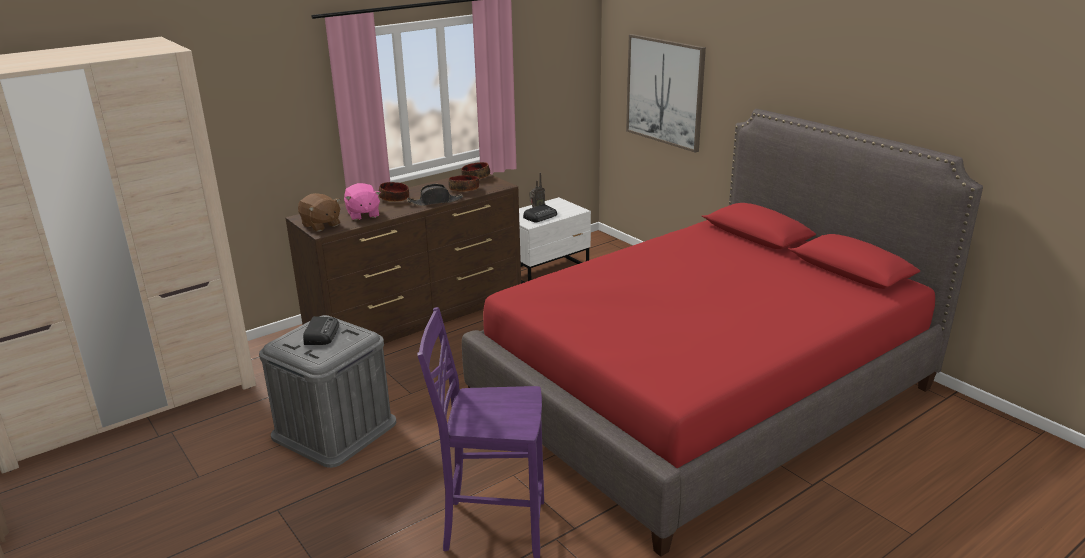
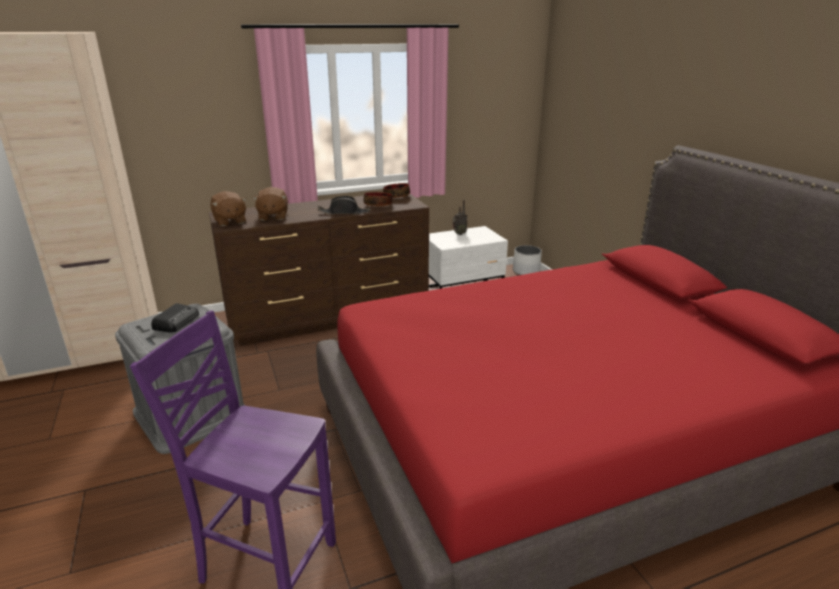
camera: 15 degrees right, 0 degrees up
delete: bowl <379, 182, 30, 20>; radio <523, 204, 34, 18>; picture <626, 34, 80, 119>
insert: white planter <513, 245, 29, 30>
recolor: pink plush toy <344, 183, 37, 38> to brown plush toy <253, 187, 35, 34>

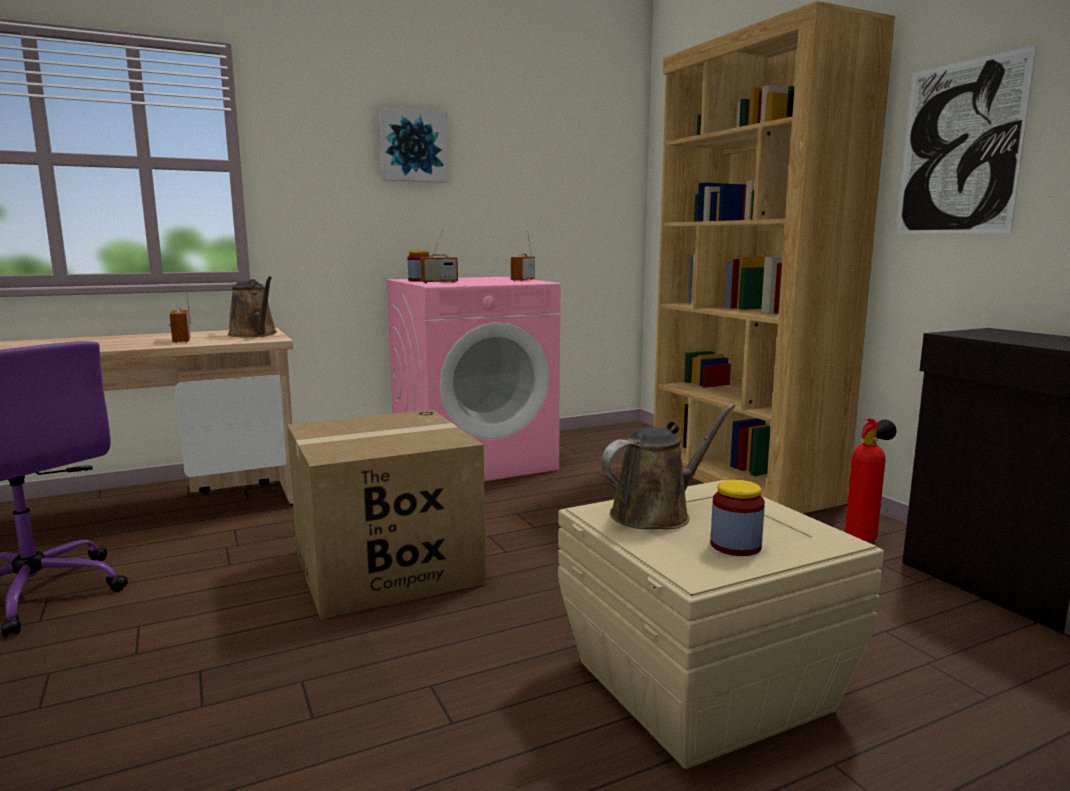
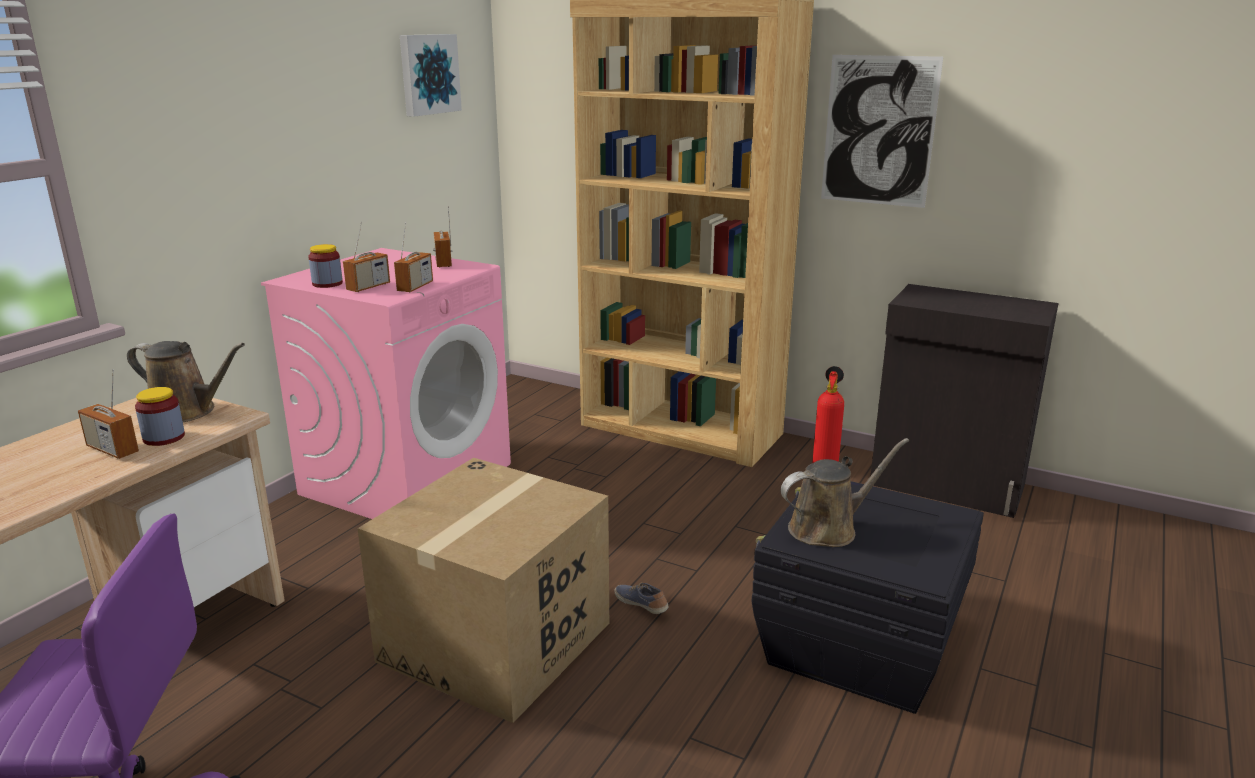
camera: 35 degrees left, 10 degrees up
insert: radio <394, 222, 39, 70>; shoe <614, 582, 55, 32>
move: picture <378, 107, 70, 76> to <400, 34, 62, 83>; jar <711, 480, 54, 76> to <135, 387, 50, 59>
recolor: beige storage box <558, 480, 326, 289> to black storage box <752, 481, 232, 233>
rotate: brown watering can <601, 404, 134, 125> = <781, 438, 128, 109> 45 degrees clockwise

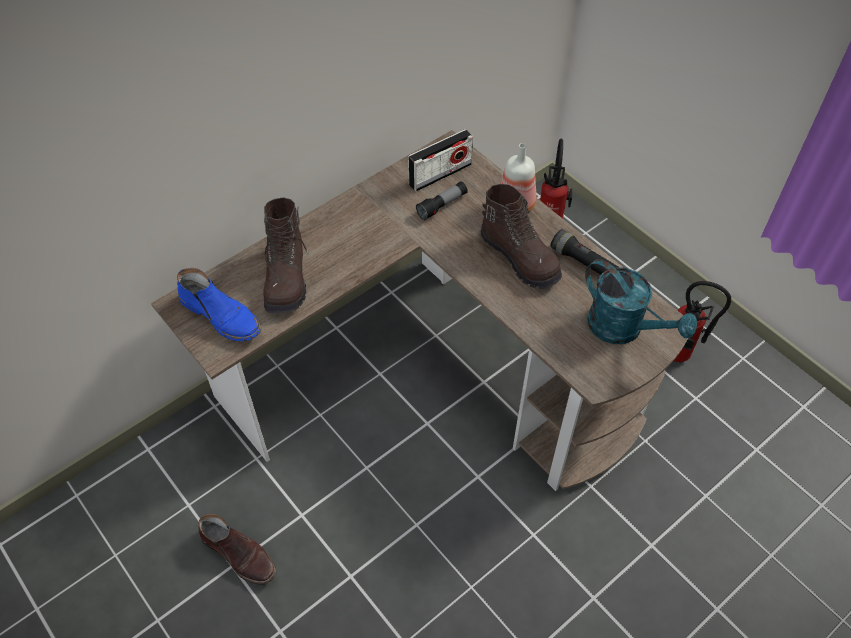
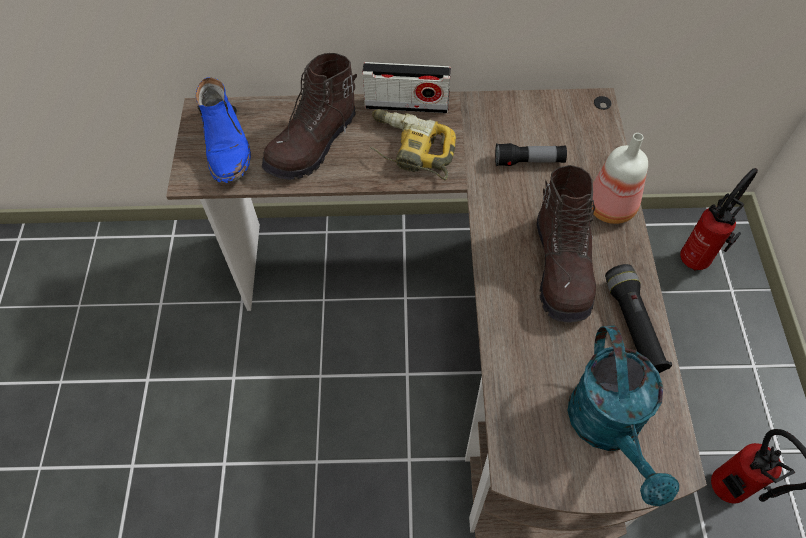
camera: 40 degrees right, 5 degrees up
delete: brown boot <198, 514, 78, 71>
insert: power drill <370, 109, 86, 71>
move: radio <408, 129, 65, 63> to <362, 62, 89, 51>

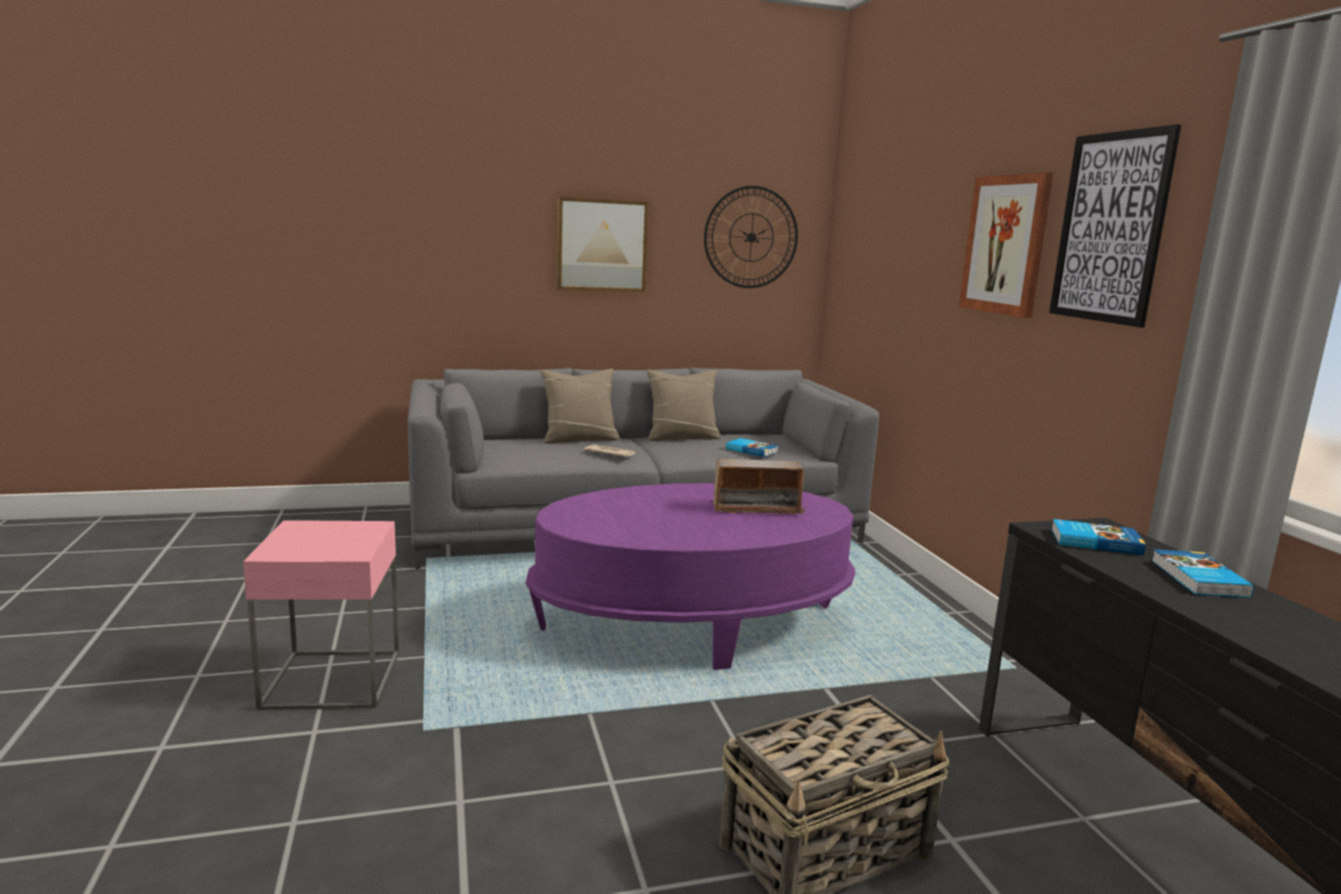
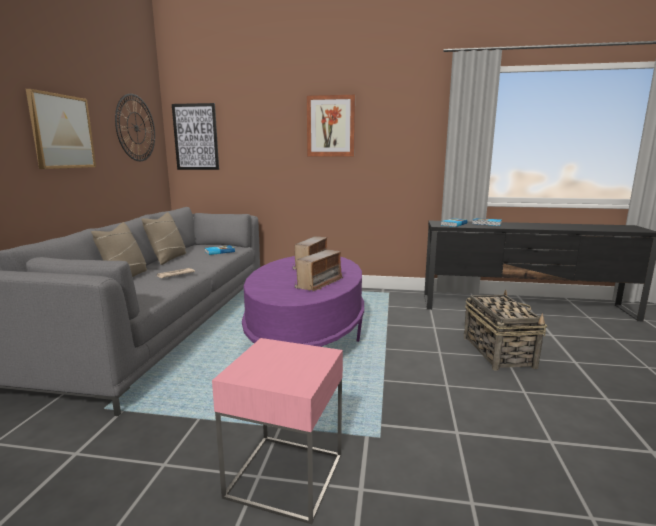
camera: 65 degrees left, 0 degrees up
insert: radio <295, 250, 48, 41>
move: picture <1049, 124, 132, 203> to <172, 103, 47, 67>

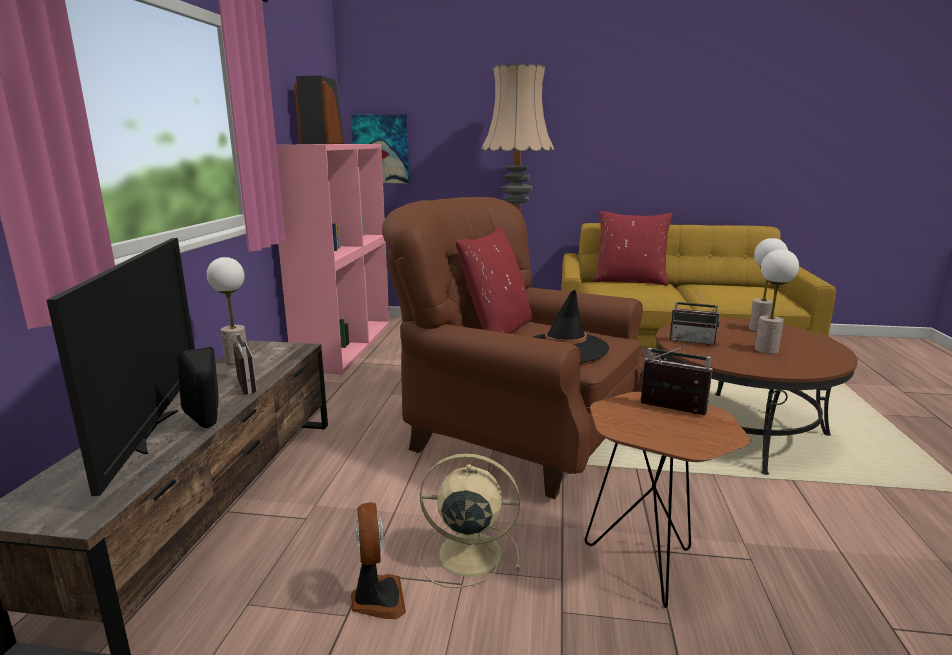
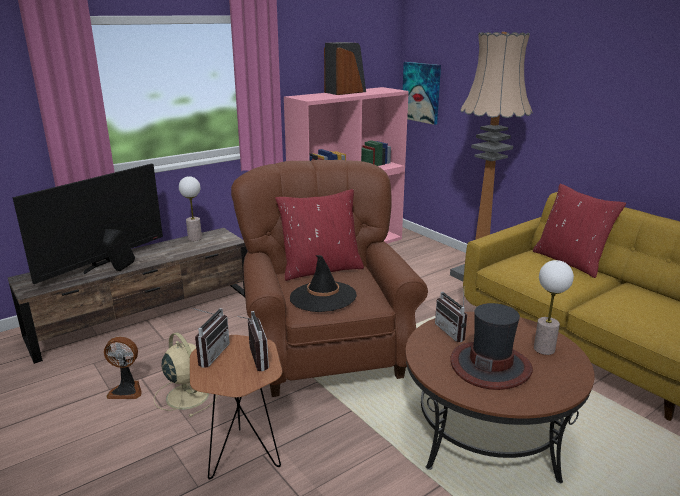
camera: 45 degrees right, 5 degrees up
move: radio <217, 333, 40, 62> to <192, 308, 38, 60>
replace: table lamp <755, 249, 44, 105> to hat <450, 303, 83, 87>
rotate: fan <351, 502, 55, 117> = <104, 337, 38, 62> 60 degrees clockwise

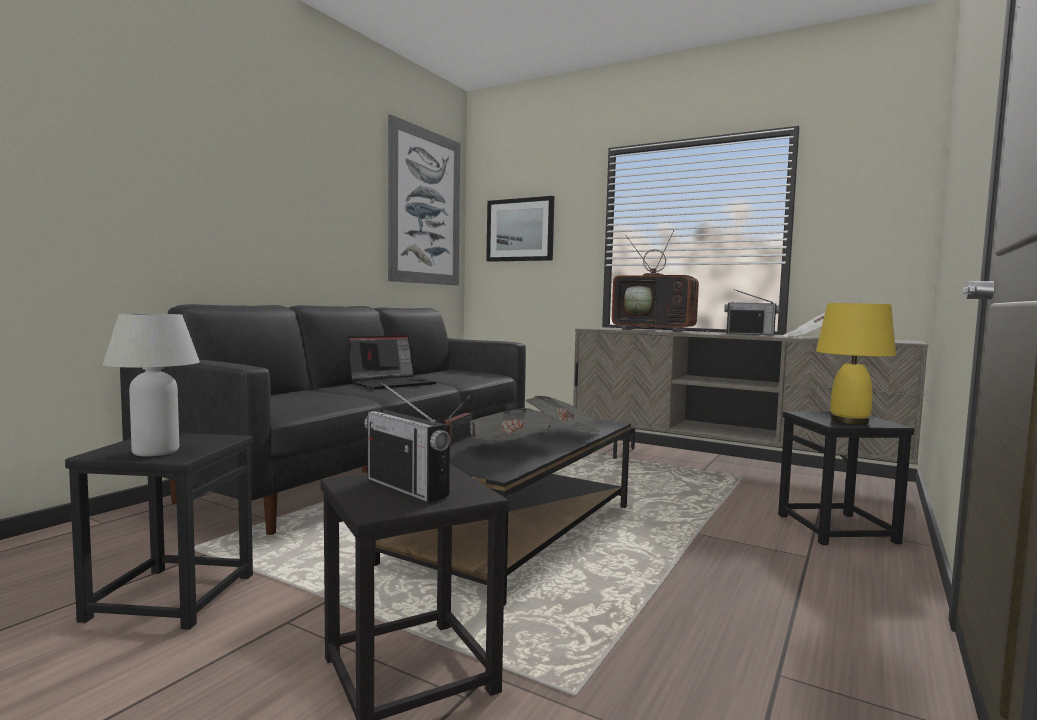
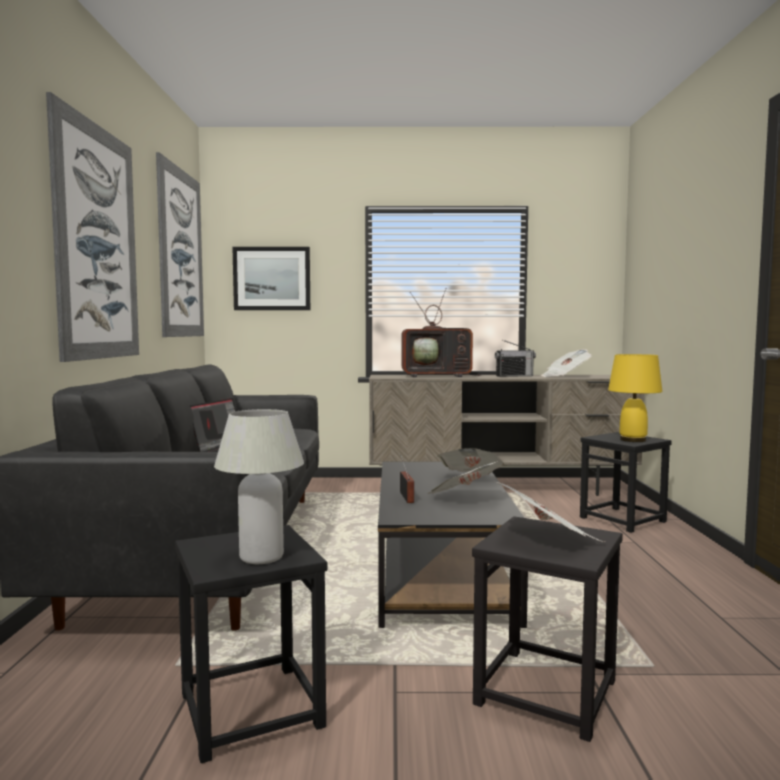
camera: 30 degrees left, 0 degrees up
insert: picture <46, 92, 93, 270>
replace: radio <364, 383, 86, 120> to newspaper <493, 481, 111, 61>

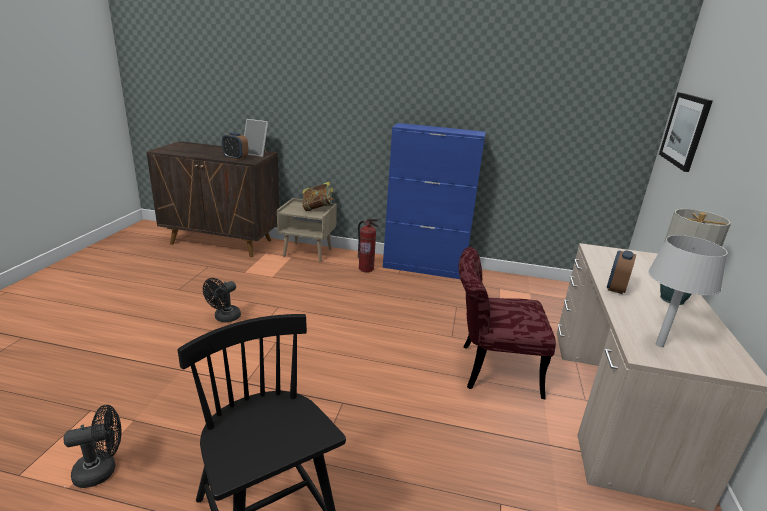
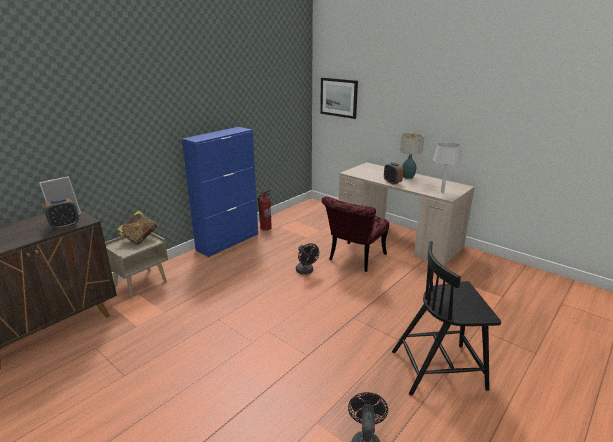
camera: 60 degrees left, 0 degrees up
move: black fan <203, 278, 38, 44> to <296, 243, 23, 31>; fire extinguisher <358, 219, 21, 53> to <258, 189, 14, 42>

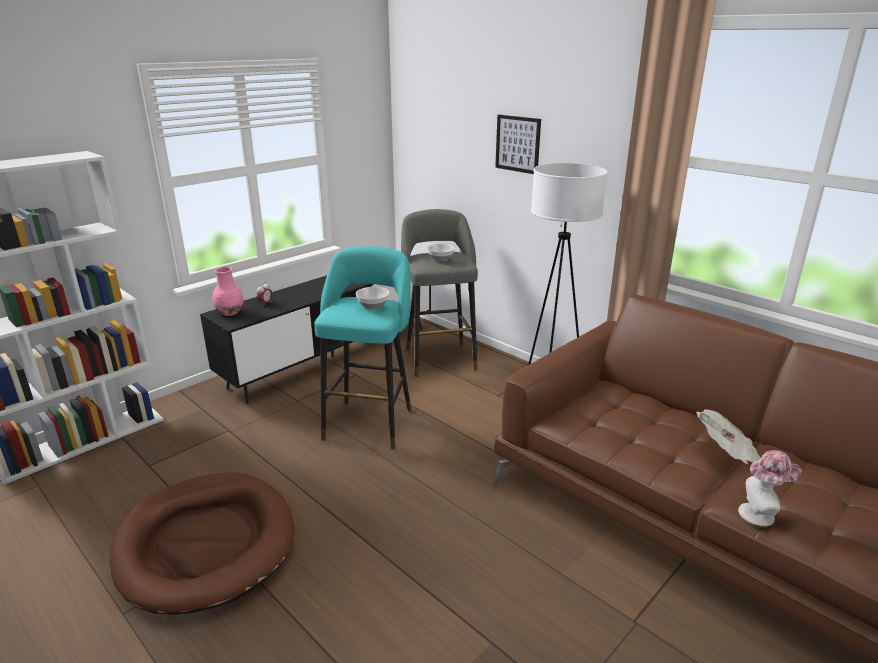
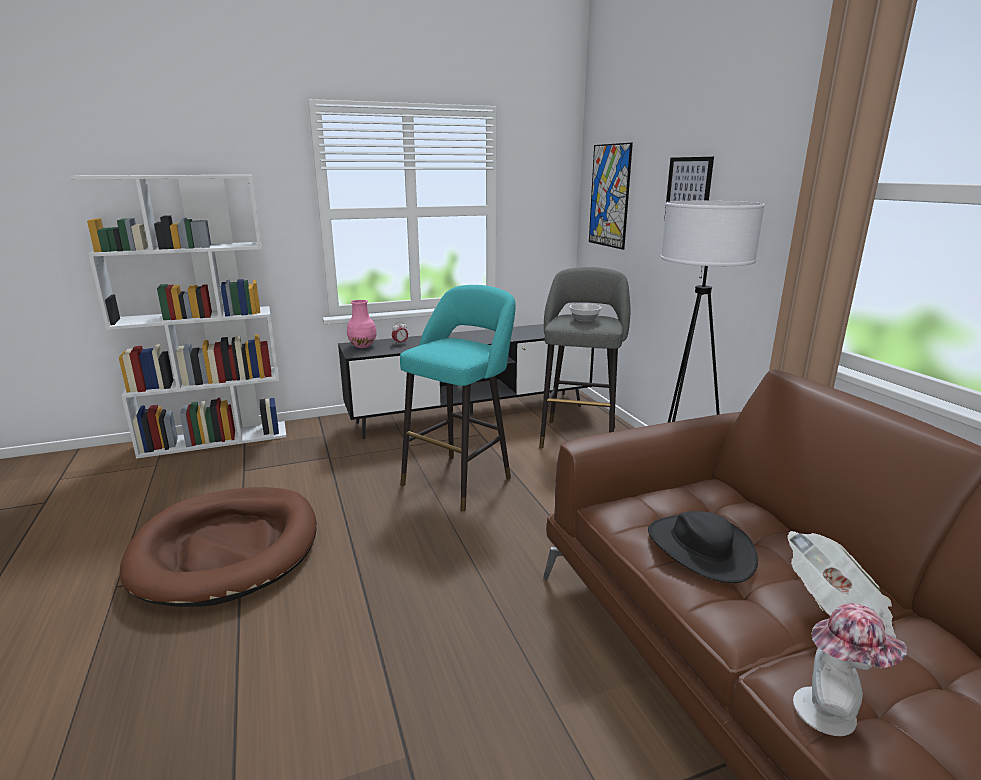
camera: 25 degrees right, 5 degrees down
delete: bowl <355, 287, 34, 22>
insert: picture <589, 143, 44, 107>; black hat <648, 511, 110, 72>

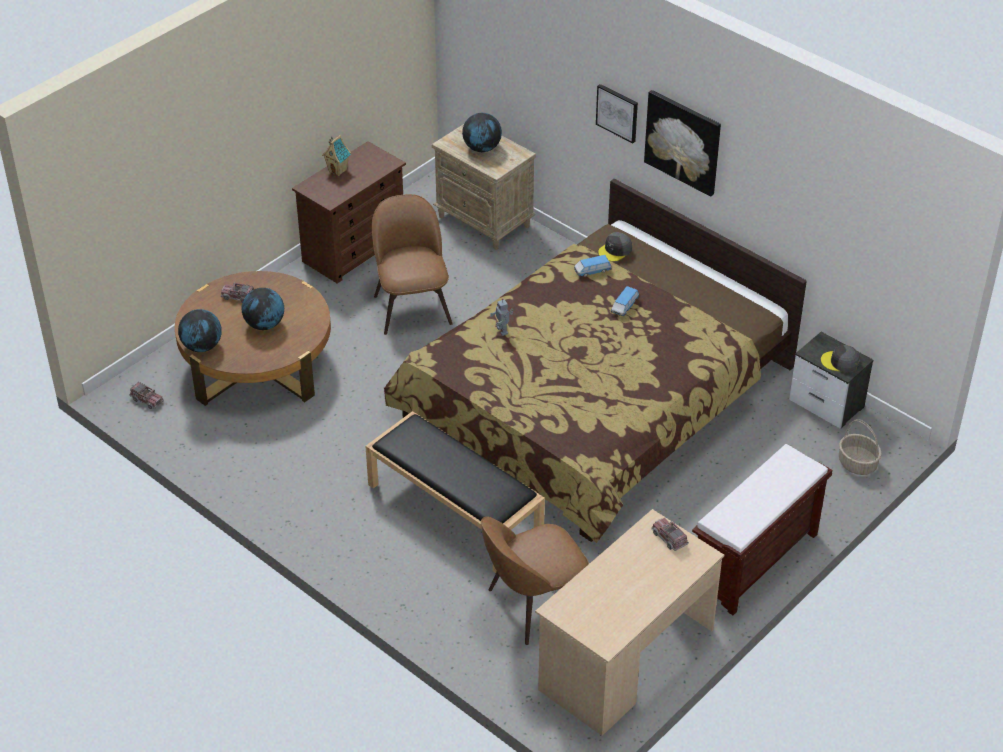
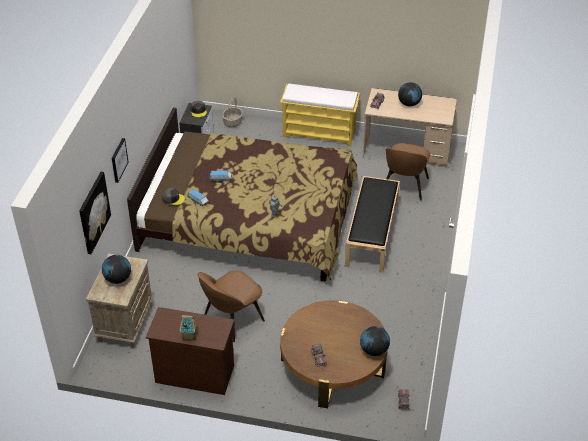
camera: 120 degrees left, 0 degrees up
move: globe <242, 288, 42, 42> to <398, 82, 24, 25>; picture <644, 90, 77, 107> to <79, 172, 32, 82>
recolor: brown bench <692, 444, 140, 171> to yellow bench <280, 83, 80, 63>
rotate: brown chair <481, 516, 108, 129> = <386, 143, 44, 58> 75 degrees clockwise

